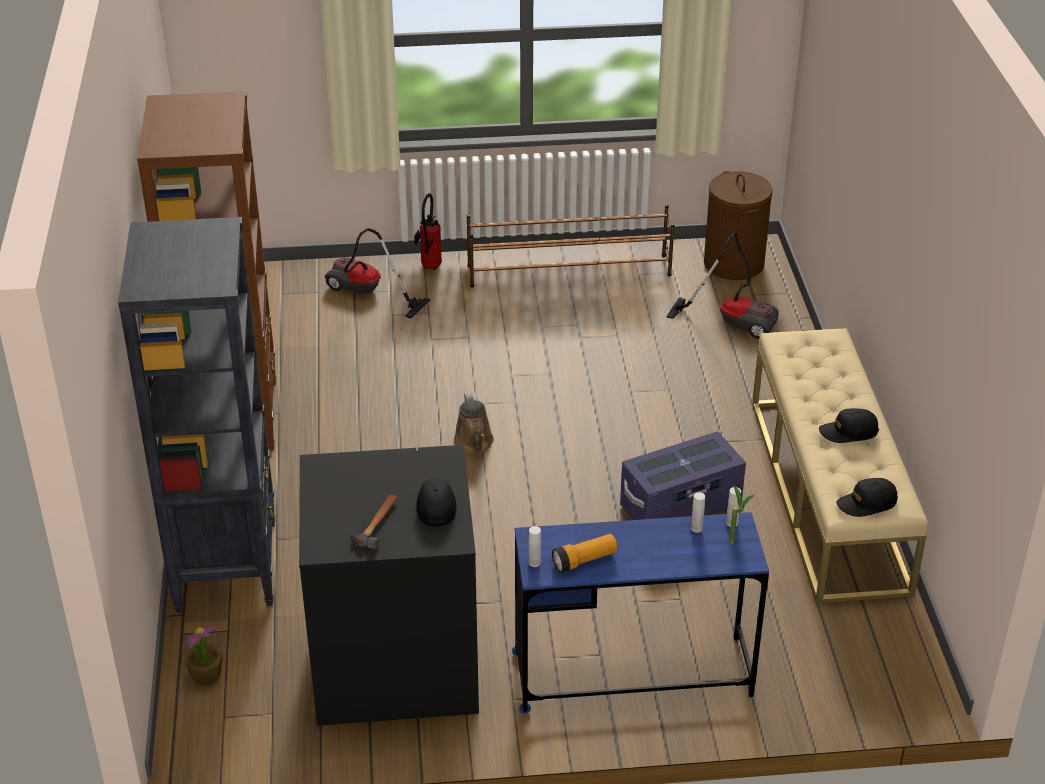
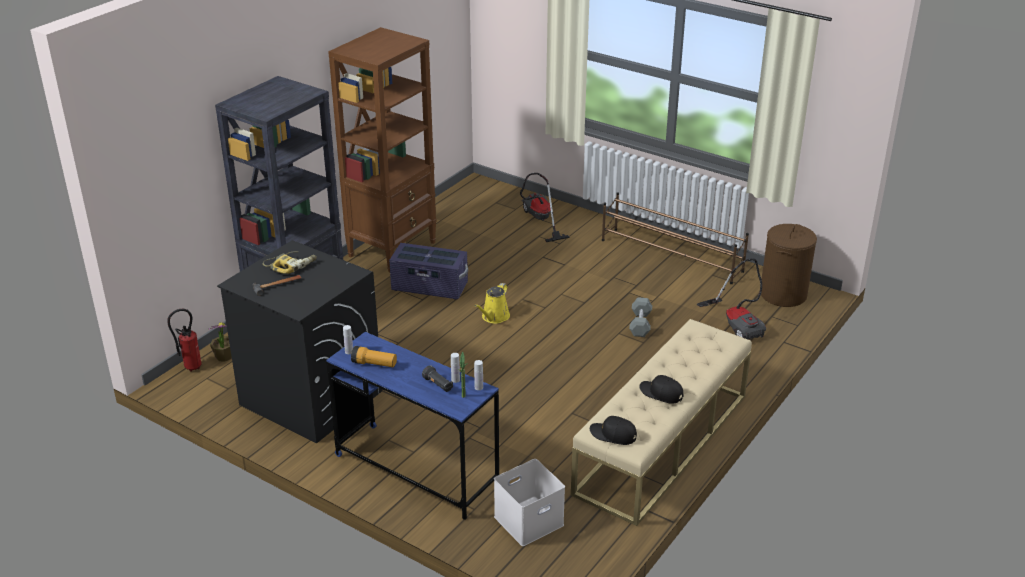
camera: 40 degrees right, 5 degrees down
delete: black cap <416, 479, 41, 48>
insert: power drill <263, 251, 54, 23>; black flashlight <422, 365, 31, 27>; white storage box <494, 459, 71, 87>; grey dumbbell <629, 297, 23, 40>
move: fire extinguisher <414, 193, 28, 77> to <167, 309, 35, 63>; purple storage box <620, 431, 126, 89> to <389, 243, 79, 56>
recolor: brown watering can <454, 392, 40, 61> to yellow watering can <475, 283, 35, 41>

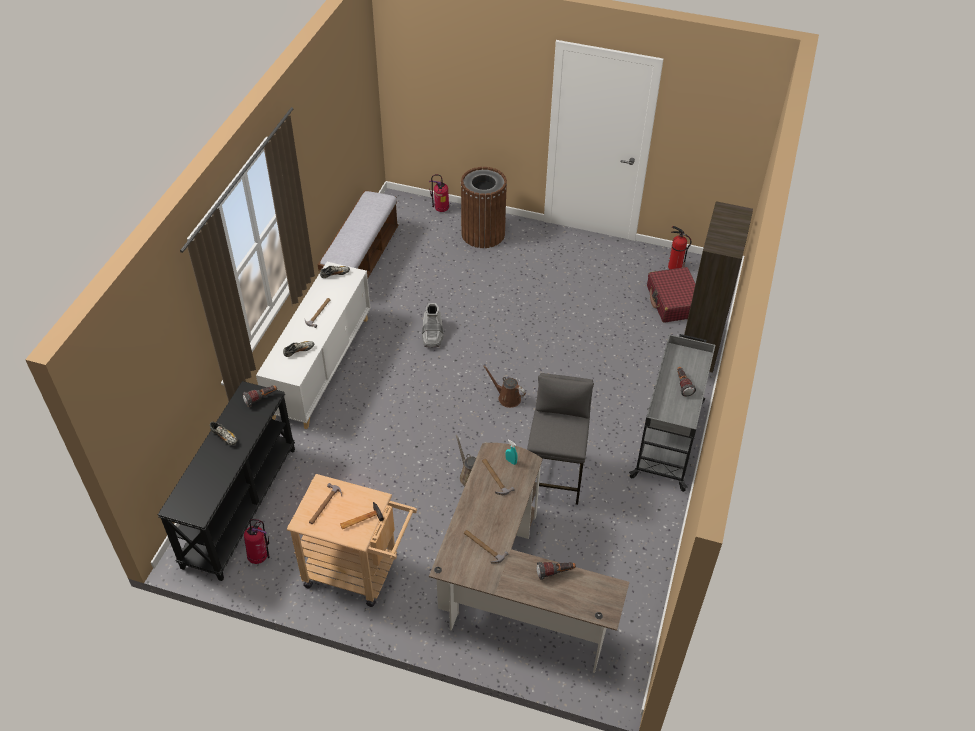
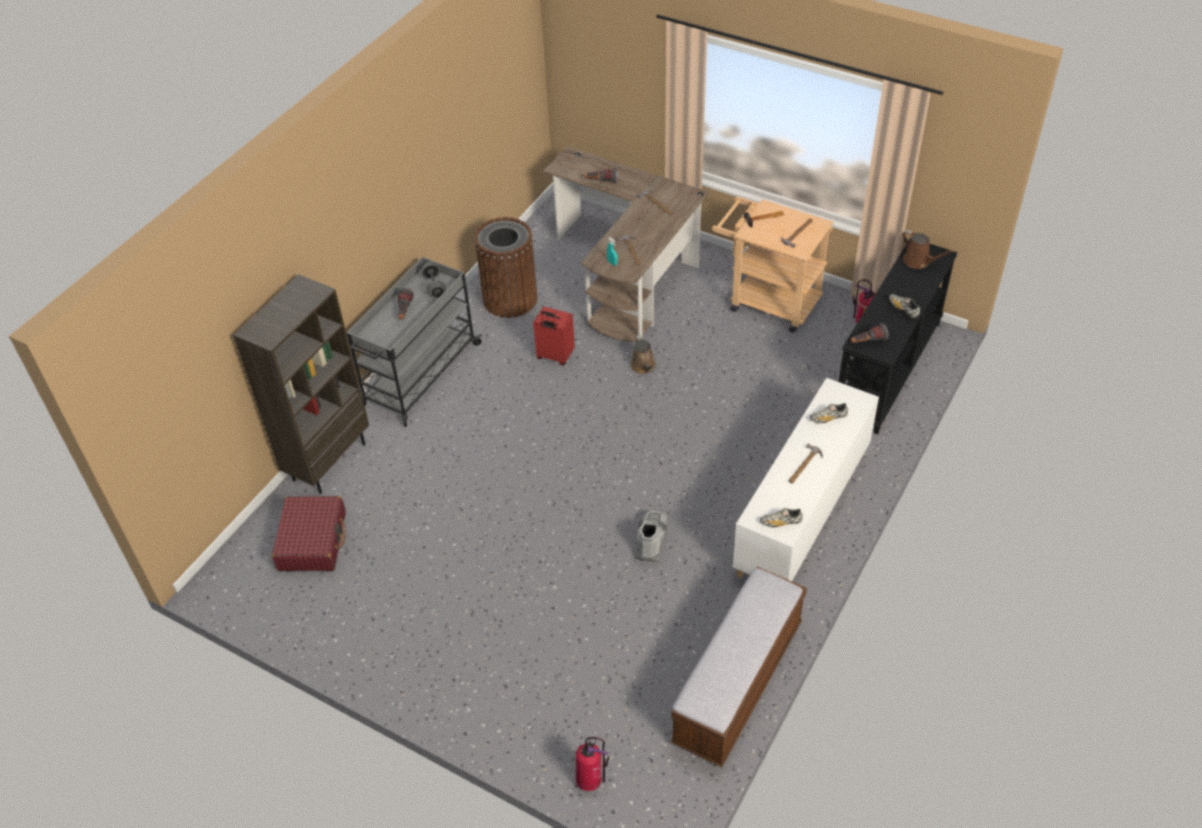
camera: 165 degrees left, 0 degrees up
delete: fire extinguisher <668, 226, 24, 43>
insert: grey dumbbell <421, 262, 25, 36>
move: brown trash can <461, 167, 46, 81> to <475, 217, 63, 101>; brown watering can <483, 366, 43, 42> to <902, 230, 52, 39>
replace: grey stool <527, 373, 67, 132> to red suitcase <533, 307, 42, 58>

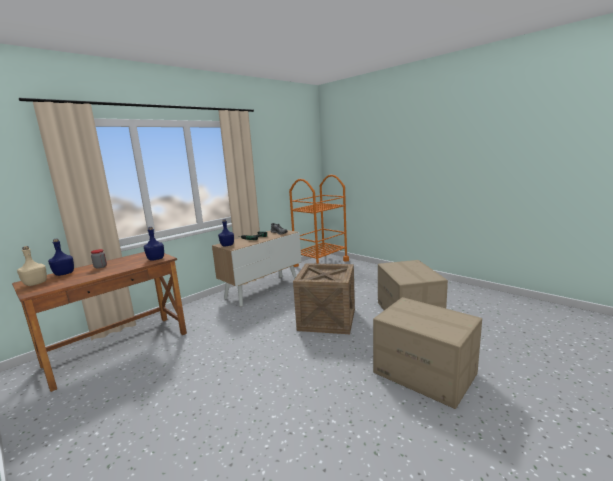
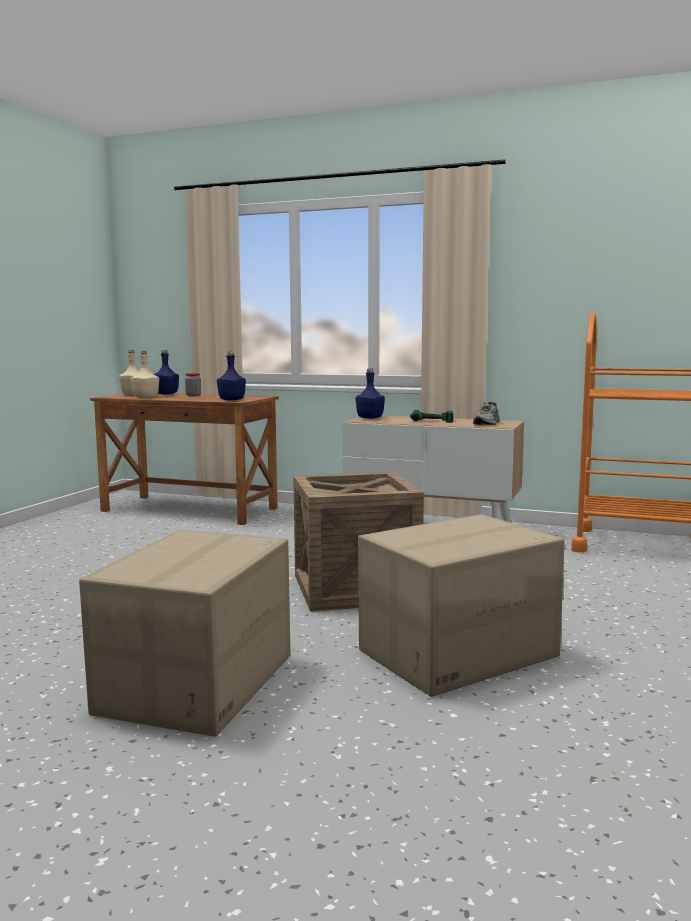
camera: 65 degrees right, 5 degrees down
insert: beige bottle <131, 351, 28, 47>

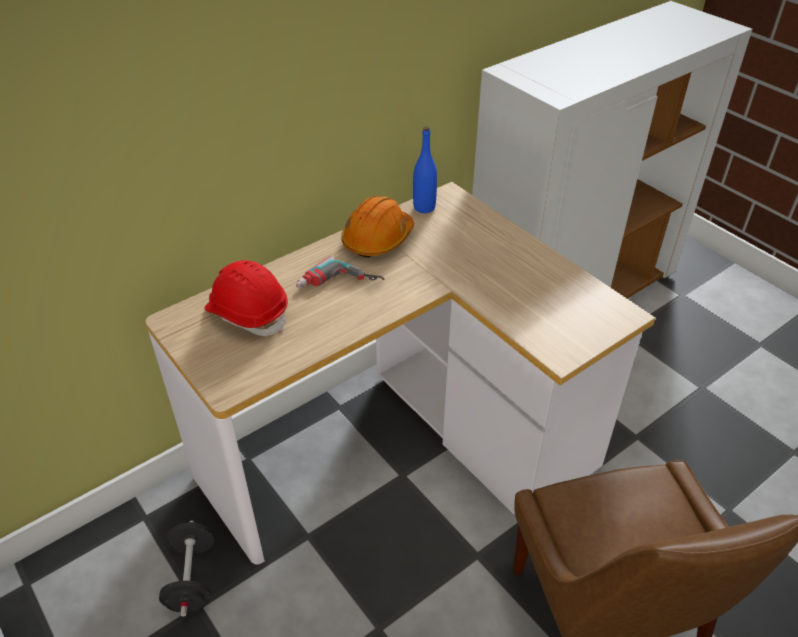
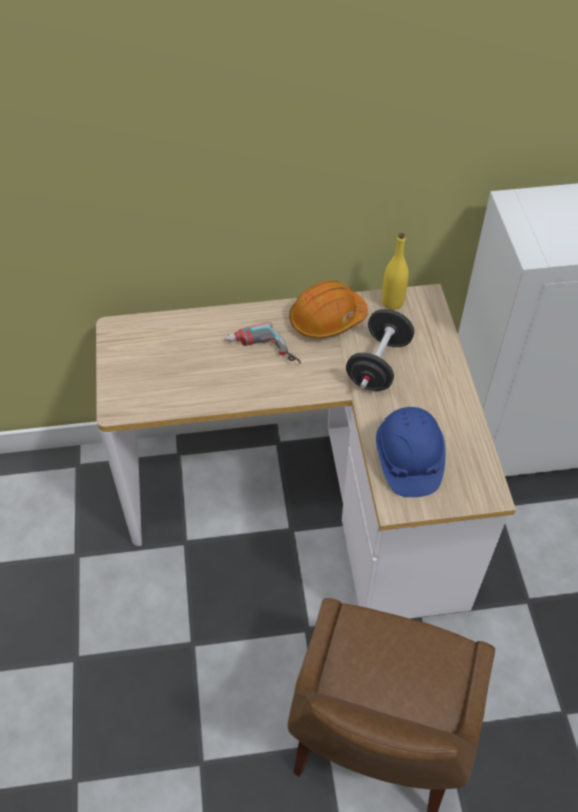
camera: 30 degrees right, 10 degrees up
delete: red hard hat <205, 260, 83, 76>
insert: blue hard hat <376, 407, 70, 90>
move: black dumbbell <159, 521, 56, 95> to <346, 309, 68, 82>
recolor: blue bottle <413, 127, 24, 86> to yellow bottle <382, 233, 27, 77>

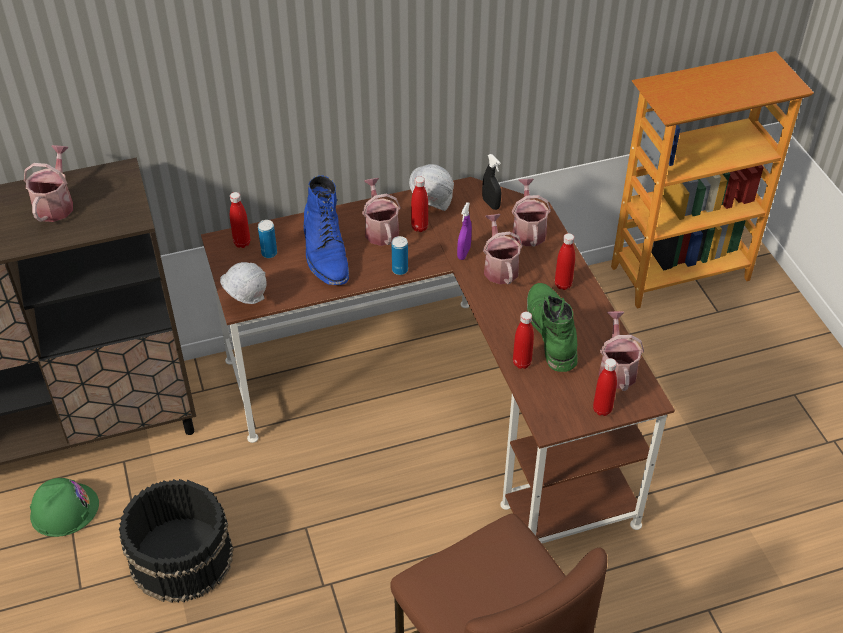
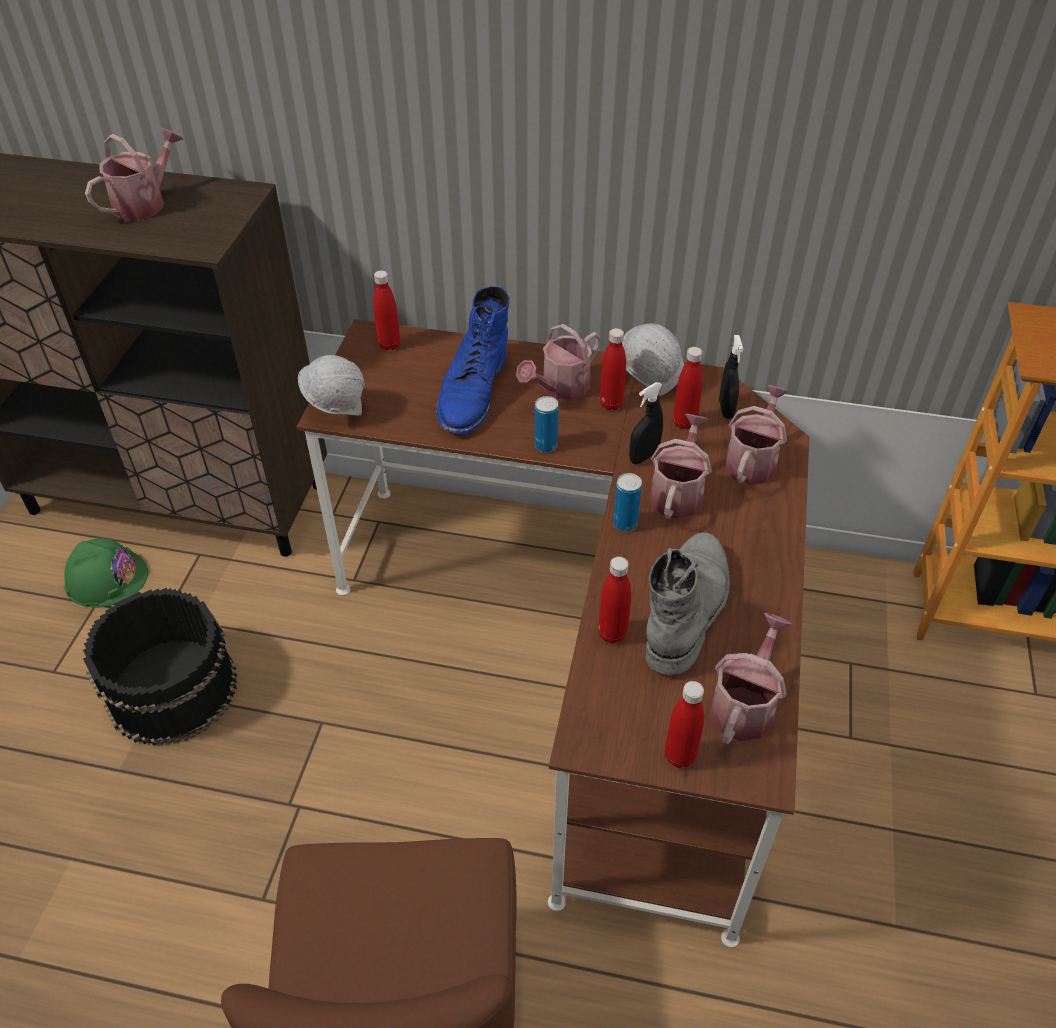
camera: 30 degrees right, 0 degrees up
move: can <258, 220, 19, 38> to <613, 473, 29, 59>; red bottle <555, 233, 20, 57> to <673, 347, 30, 82>
recolor: purple spray bottle <457, 202, 15, 58> to black spray bottle <629, 382, 34, 82>; green boot <527, 283, 51, 89> to grey boot <646, 532, 84, 143>
rotate: watering can <362, 178, 39, 68> = <516, 324, 85, 77> 150 degrees counterclockwise

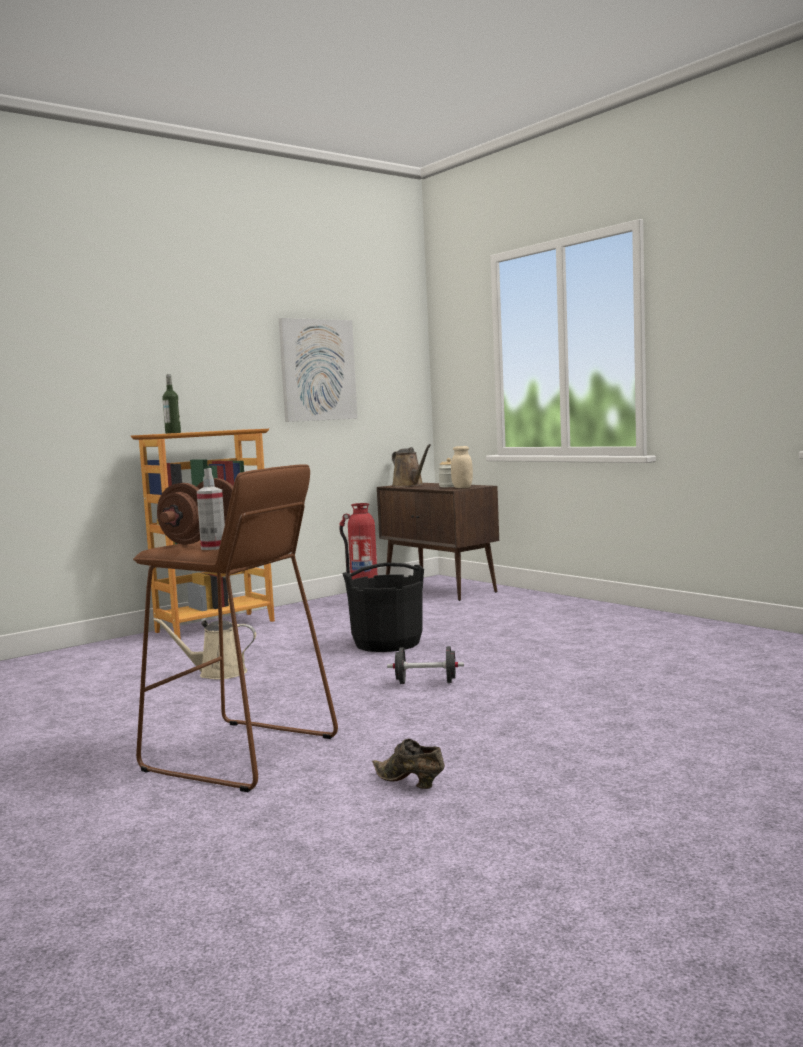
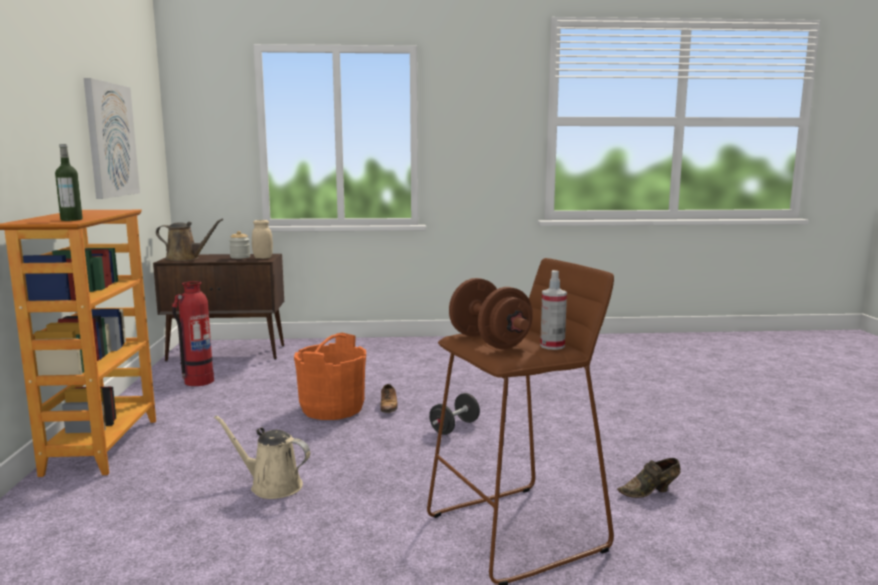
camera: 55 degrees left, 5 degrees up
insert: shoe <380, 384, 18, 29>
recolor: black bucket <342, 563, 82, 89> to orange bucket <294, 333, 72, 87>
rotate: beige watering can <153, 618, 103, 62> = <214, 415, 96, 84> 75 degrees clockwise

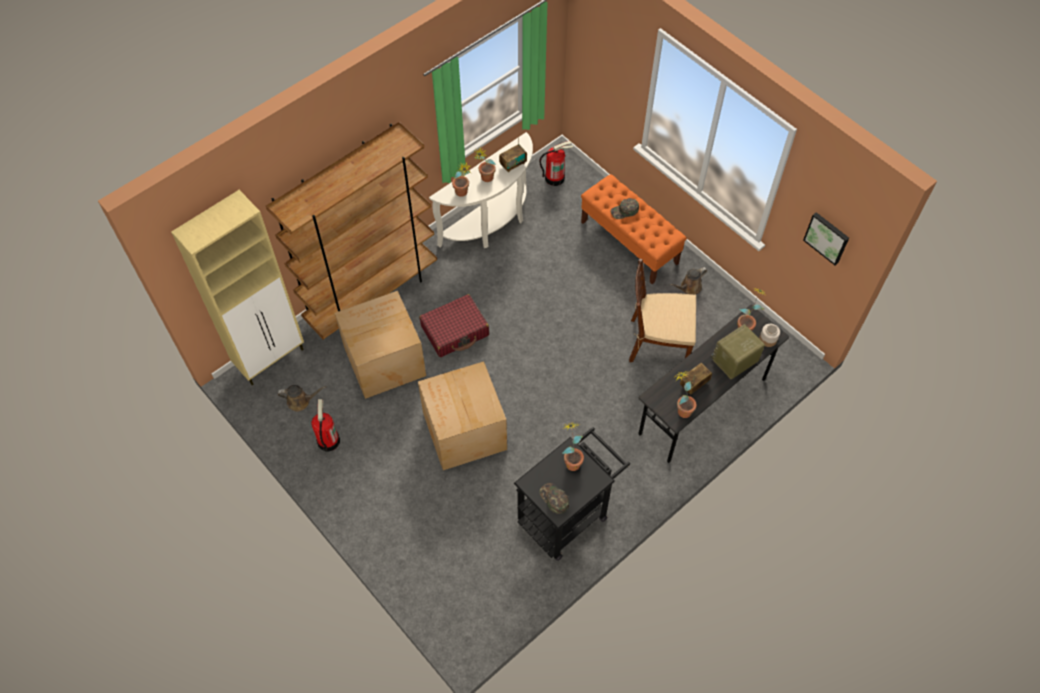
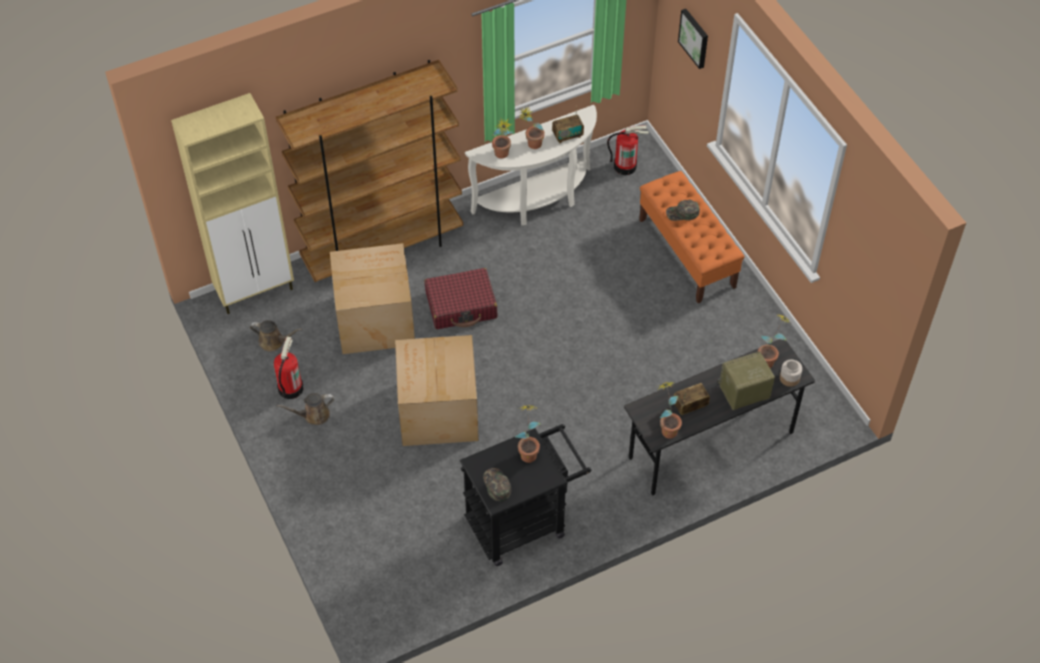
camera: 15 degrees right, 5 degrees down
delete: brown chair <629, 259, 67, 103>
move: brown watering can <670, 267, 37, 28> to <277, 393, 57, 32>; picture <803, 212, 46, 53> to <678, 9, 30, 60>

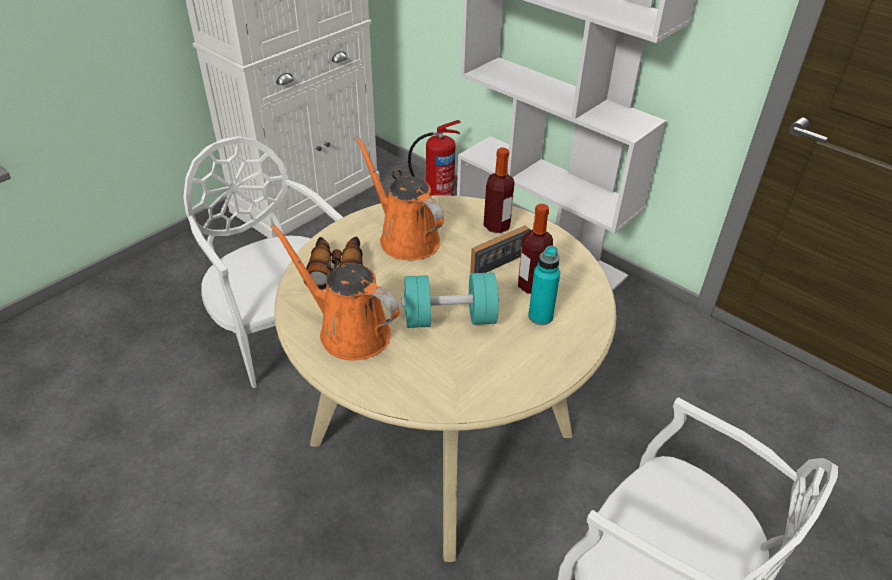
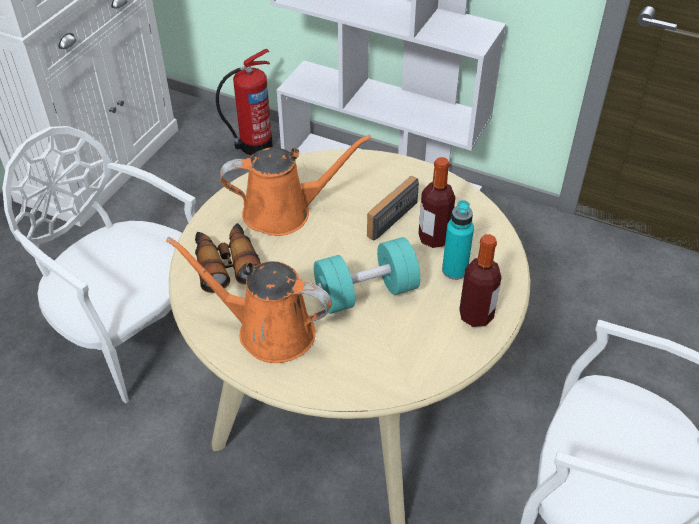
camera: 15 degrees left, 5 degrees up
move: bottle <483, 147, 32, 86> to <459, 234, 43, 93>
rotate: orange watering can <355, 136, 89, 124> = <220, 135, 151, 101> 135 degrees clockwise

